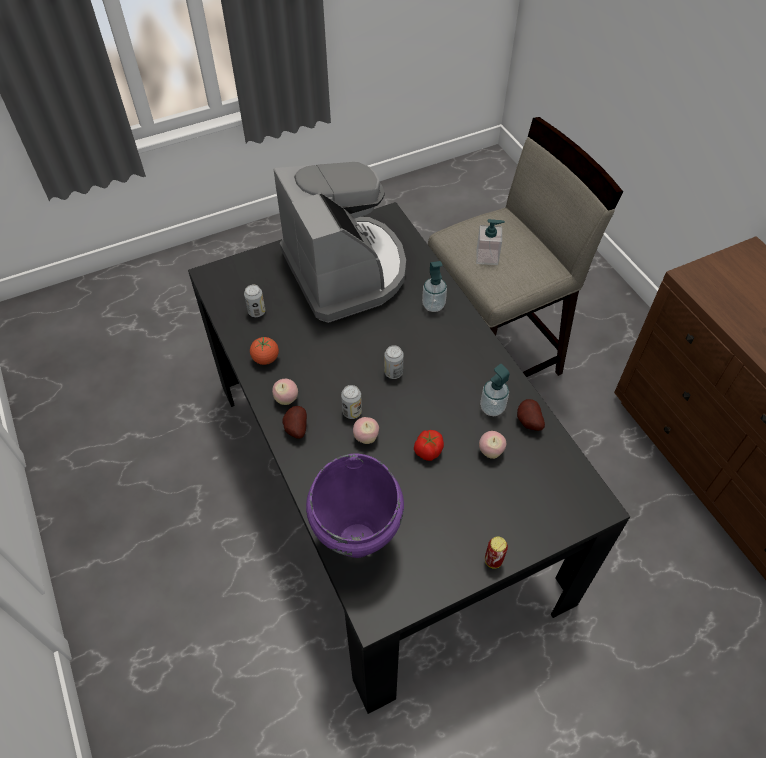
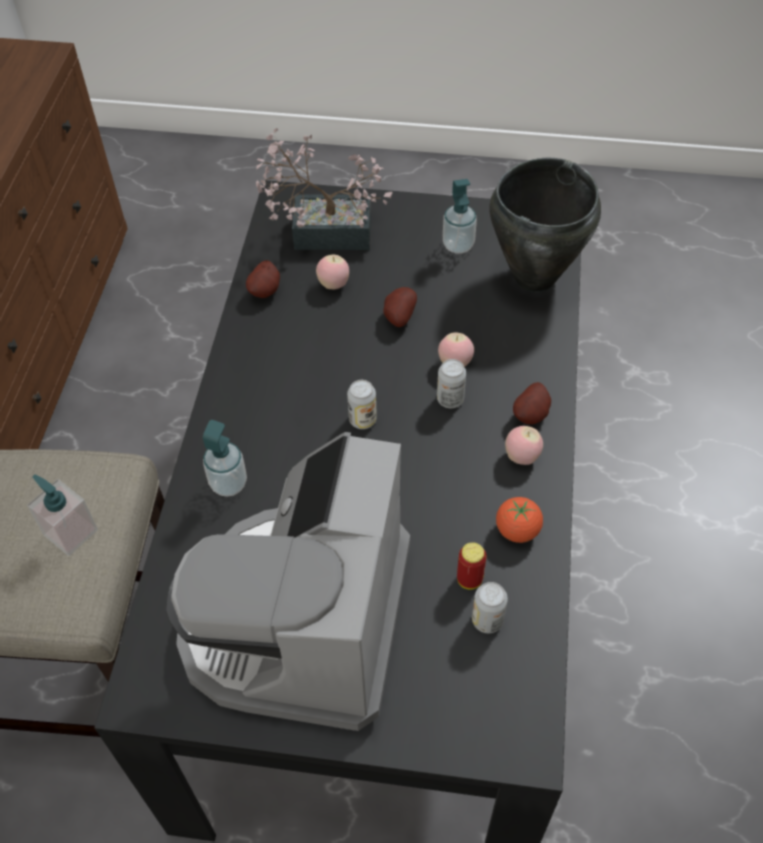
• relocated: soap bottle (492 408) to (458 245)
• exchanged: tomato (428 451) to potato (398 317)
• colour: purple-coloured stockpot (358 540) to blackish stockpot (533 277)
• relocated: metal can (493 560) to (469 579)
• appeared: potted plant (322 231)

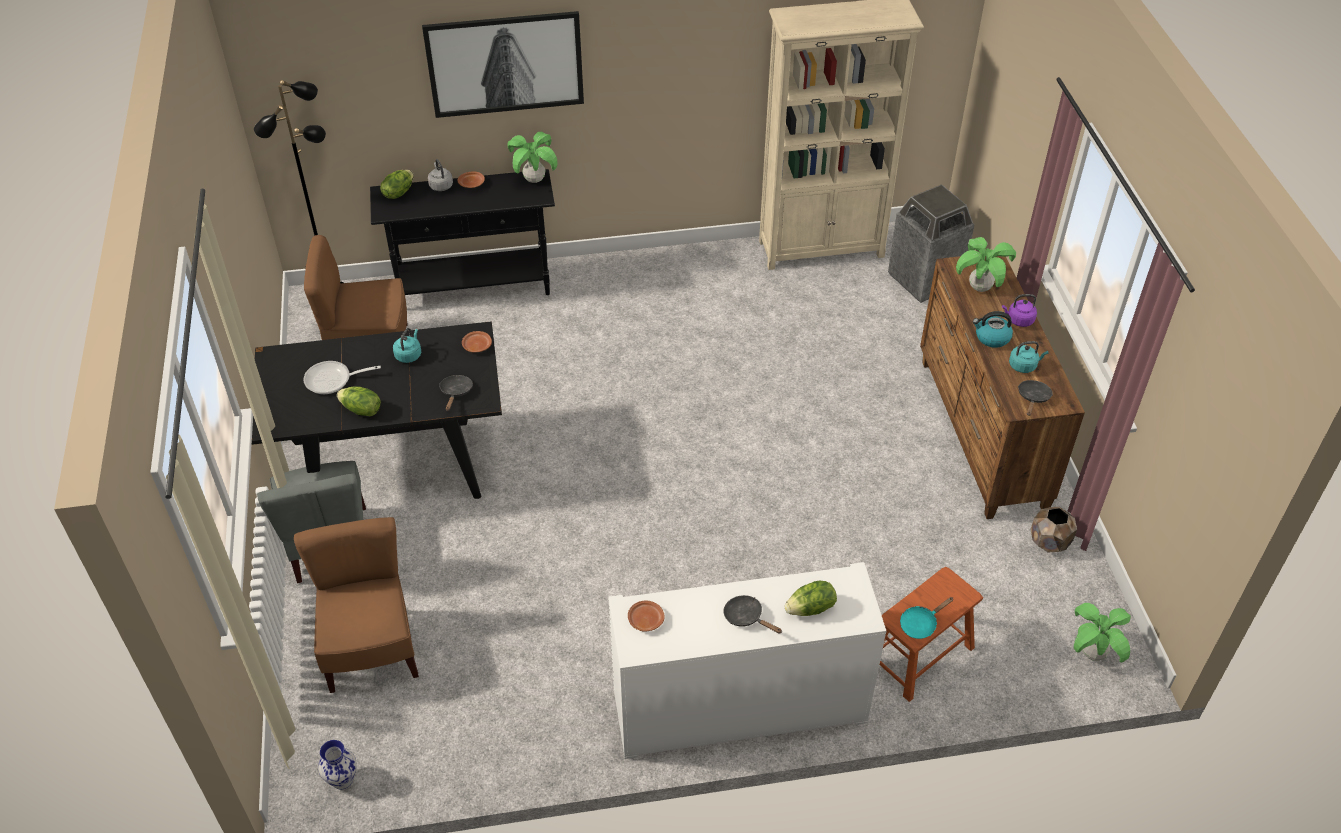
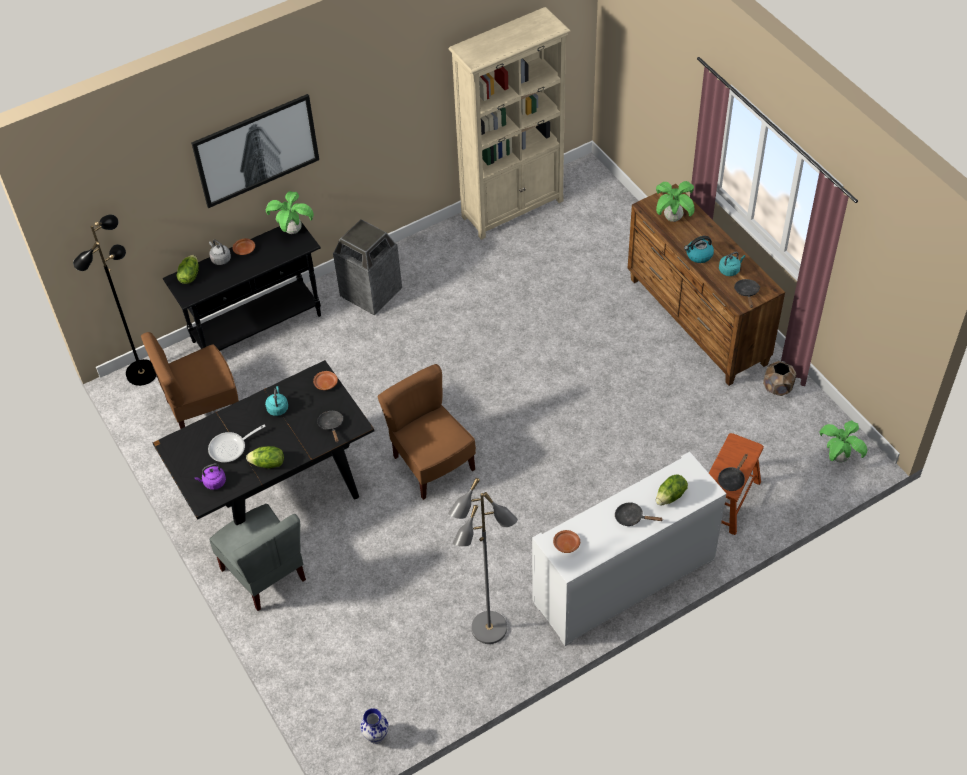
• relocated: trash can (924 280) to (371 293)
• relocated: purple-coloured water kettle (1018 320) to (213 482)
• relocated: brown chair (371 649) to (432 464)
• colour: turquoise pan (921 624) to blackish pan (732 479)
• appeared: gray standing lamp (489 629)

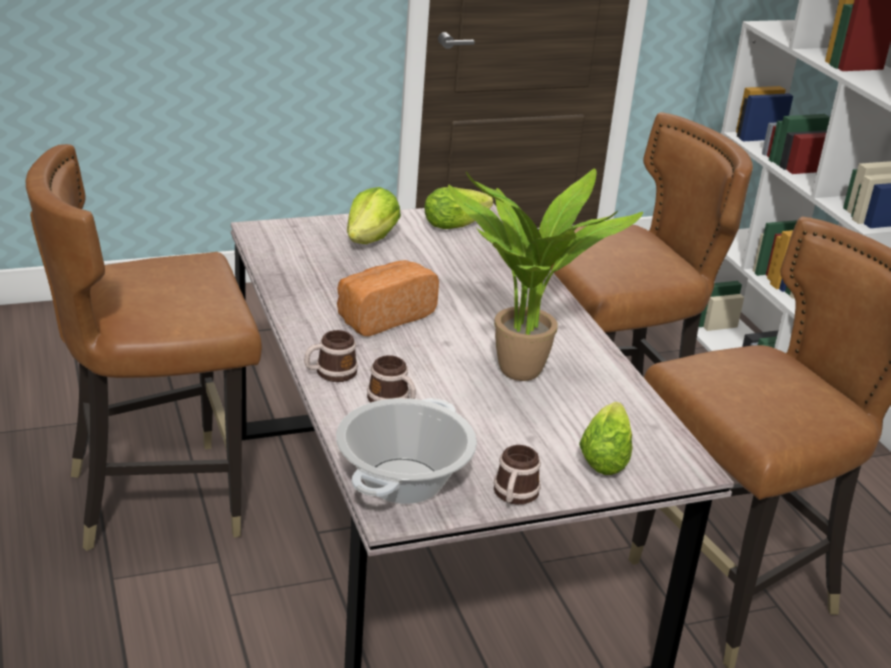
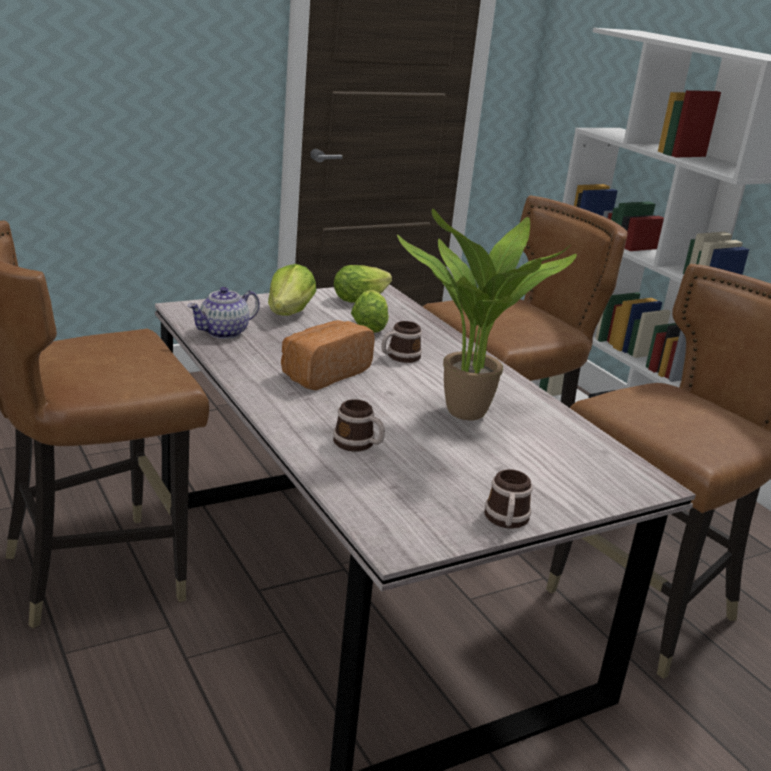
• relocated: tea mug (330 373) to (399 357)
• missing: stockpot (404 481)
• relocated: lettuce (606 453) to (370 324)
• appeared: tea pot (223 333)

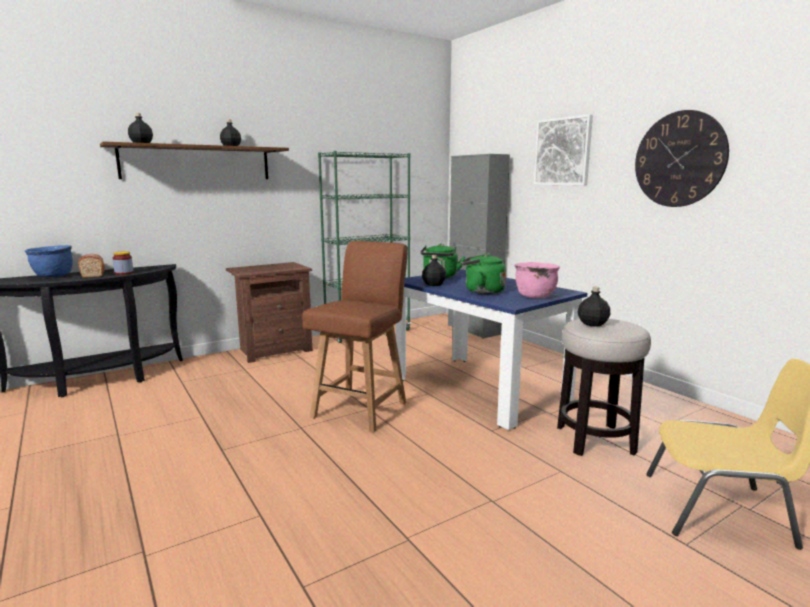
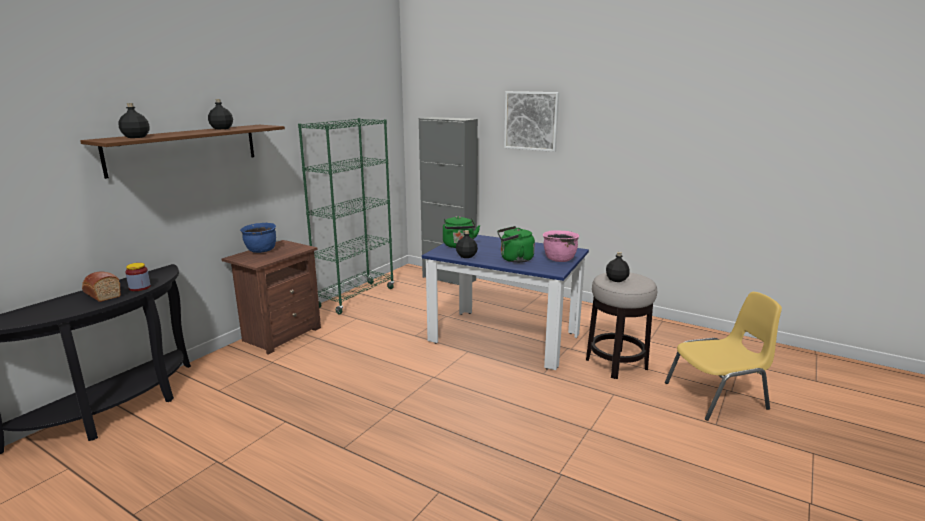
• missing: clock on the wall (679 159)
• missing: brown chair (361 409)
• relocated: blue-coloured stockpot (53 276) to (261 251)

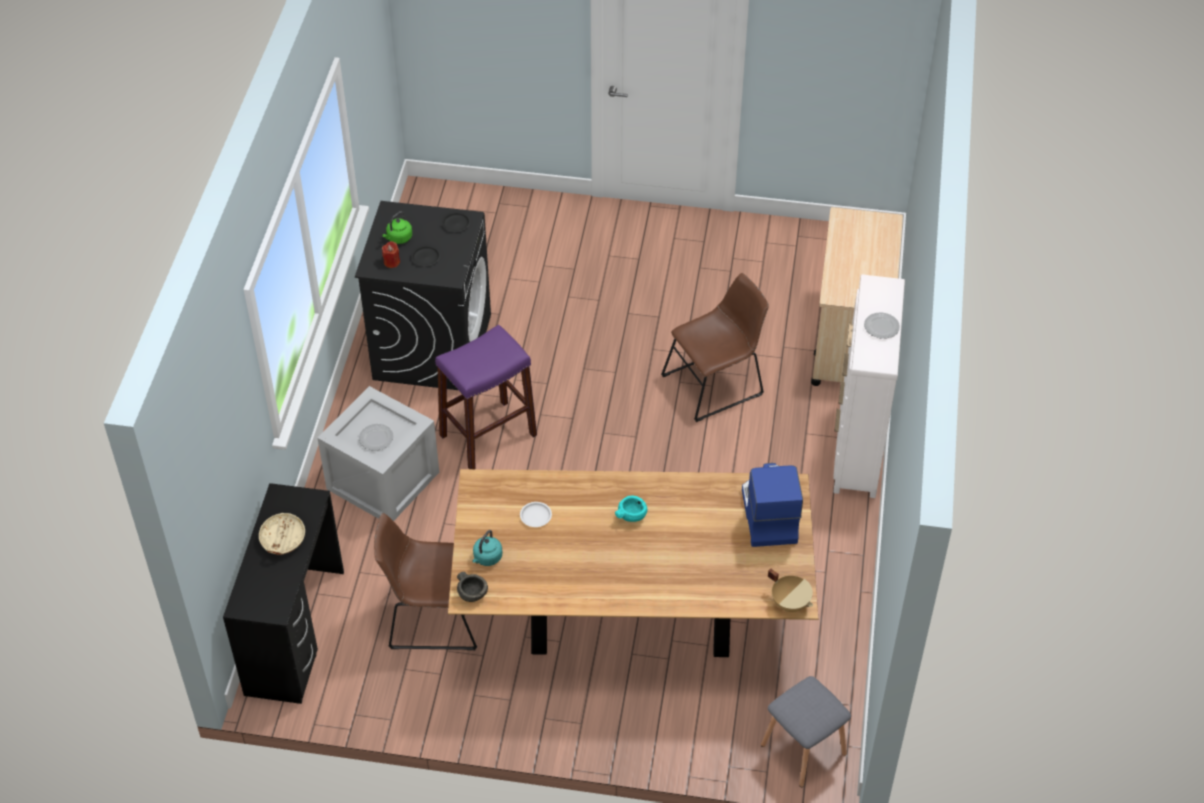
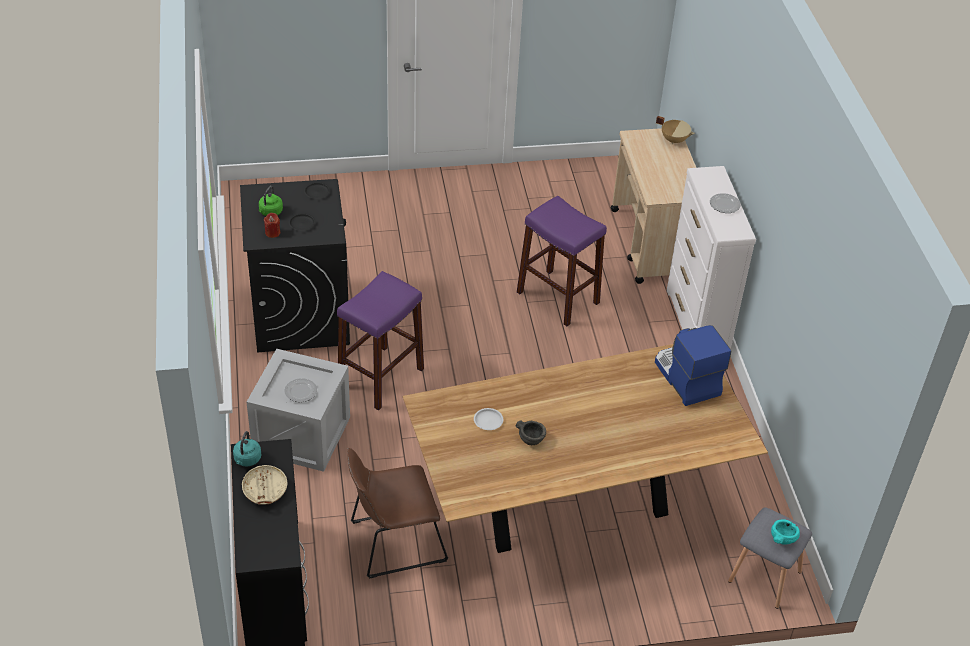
• exchanged: brown chair (716 384) to purple-coloured sitting stool (558 297)
• relocated: turquoise serving bowl (631 515) to (782 538)
• relocated: turquoise water kettle (487 558) to (247 460)
• relocated: beige stockpot (790 603) to (674 140)
• relocated: gray serving bowl (473 594) to (531 439)

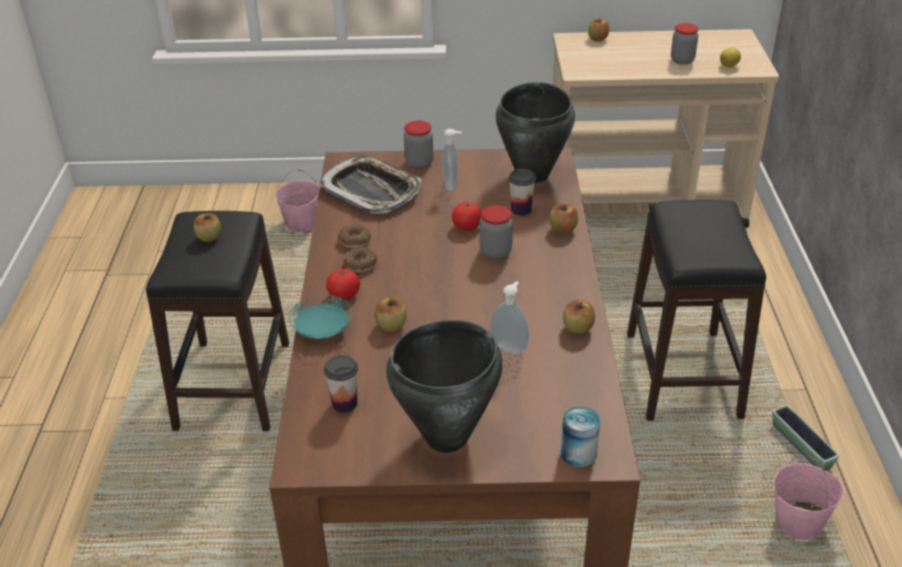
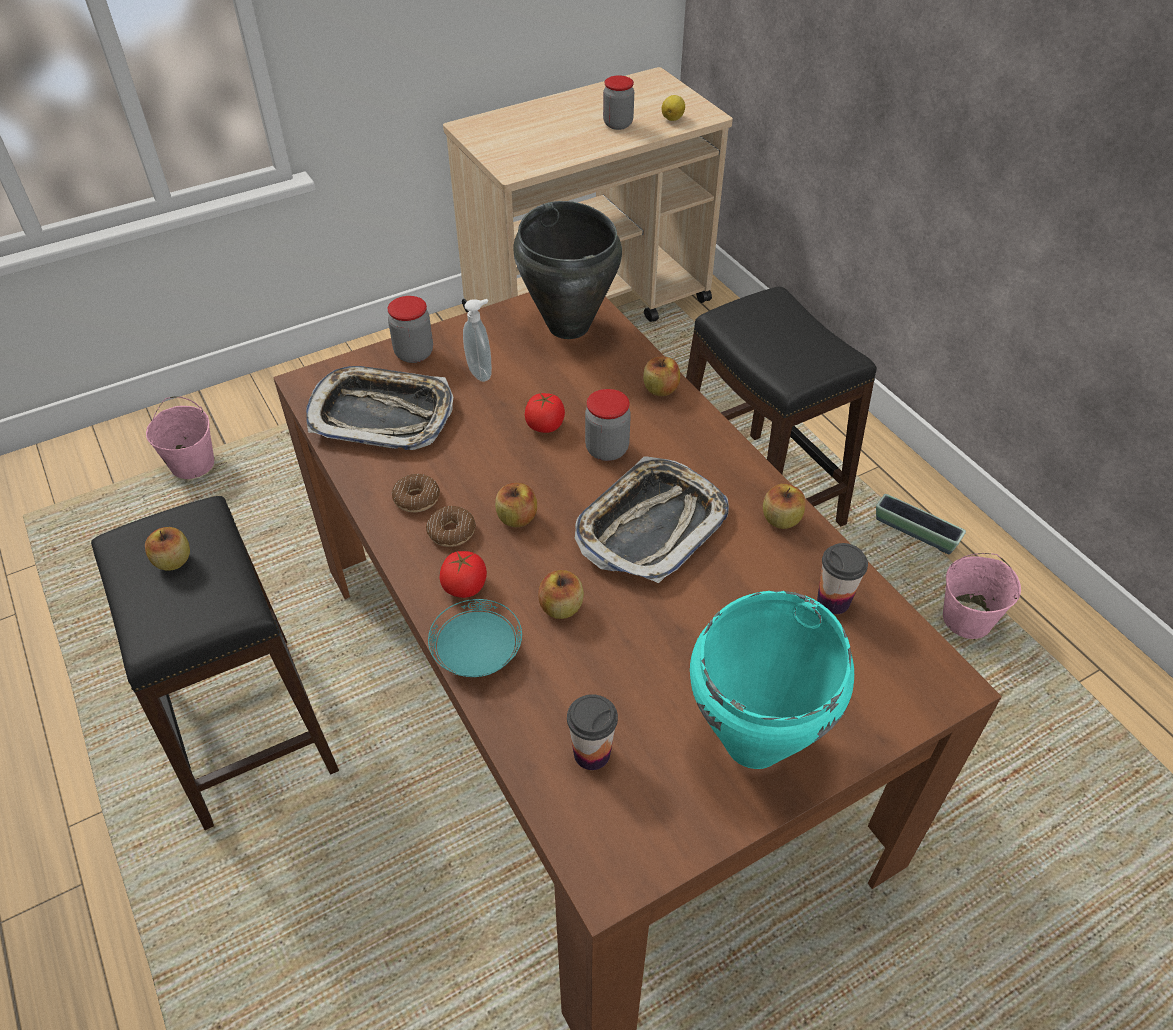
• relocated: apple fruit (598 39) to (517 518)
• relocated: small cup (521 210) to (833 601)
• missing: soap bottle (510 347)
• colour: blackish stockpot (447 437) to turquoise stockpot (755 742)
• missing: metal can (578 453)
• appeared: tray (650 526)

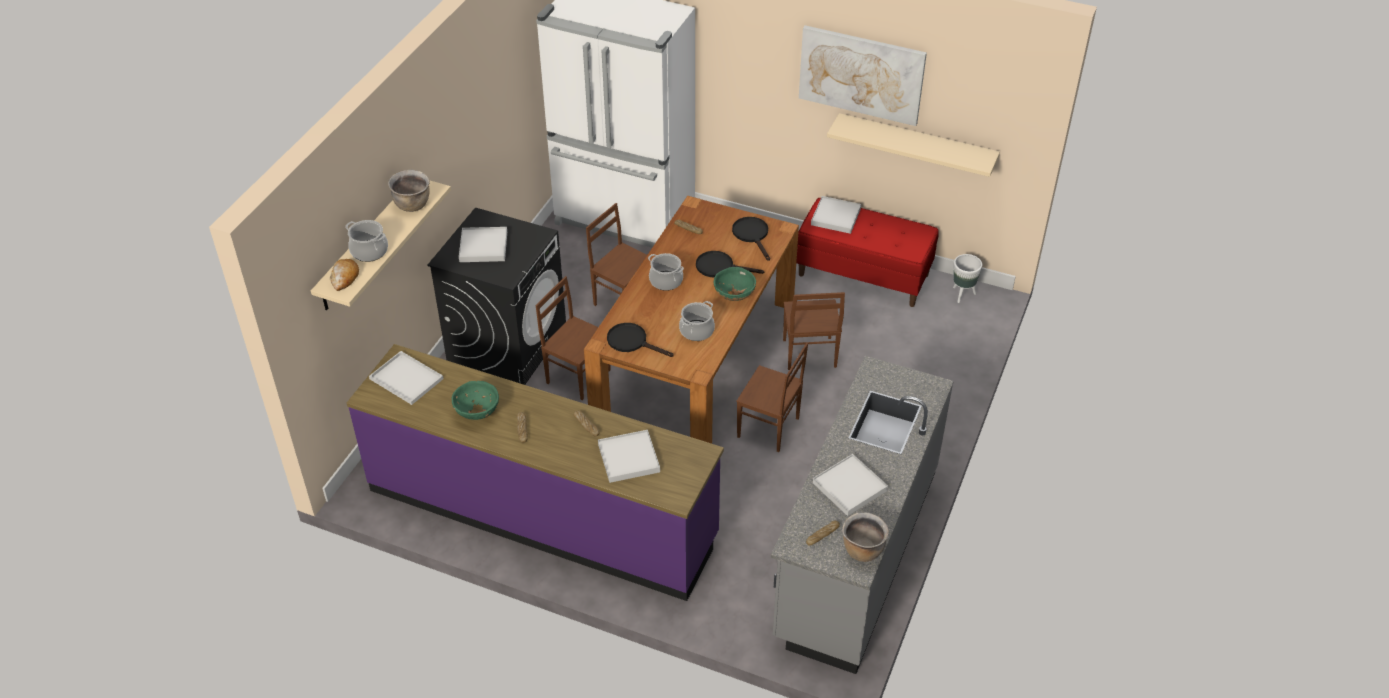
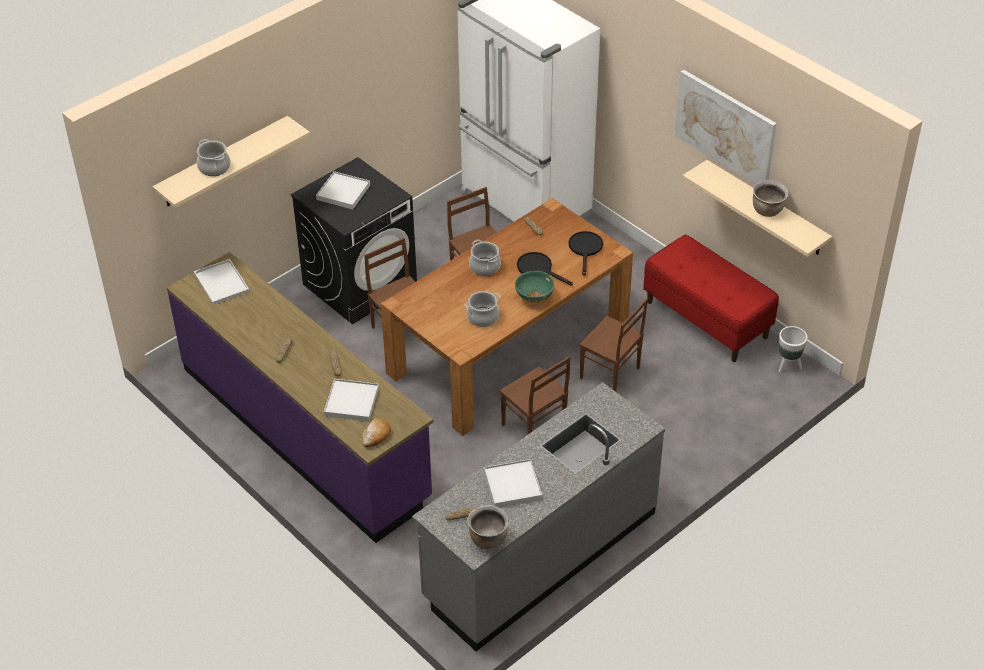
• relocated: brown stockpot (413 205) to (767 210)
• missing: white-coloured tray (836 217)
• relocated: bakery bread (344 278) to (376 436)
• spun: brown chair (808 354) = (610 374) 75 degrees counterclockwise
• missing: blackish pan (632 342)
• missing: green-coloured serving bowl (477 412)

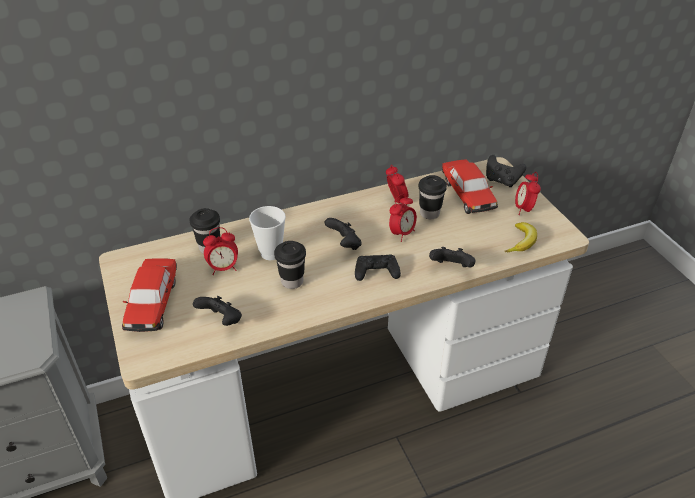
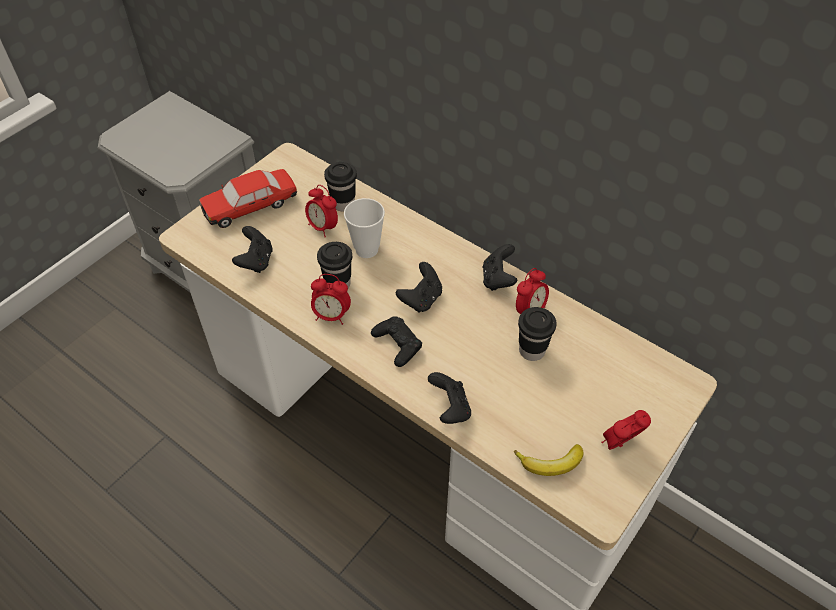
• relocated: blackish game controller (501 181) to (498 279)
• missing: model car (467 194)
• relocated: table clock (402 233) to (331 316)

